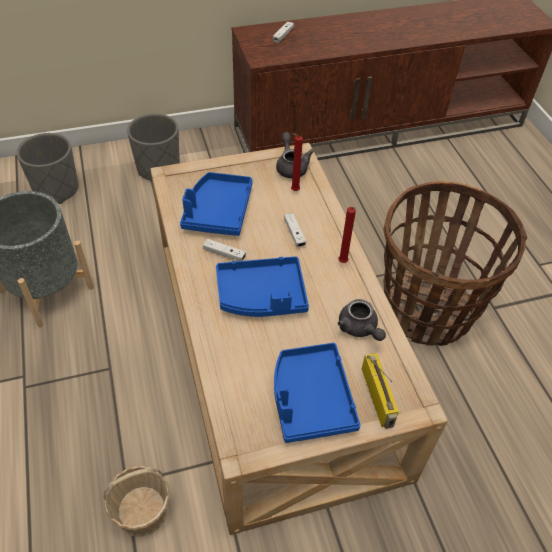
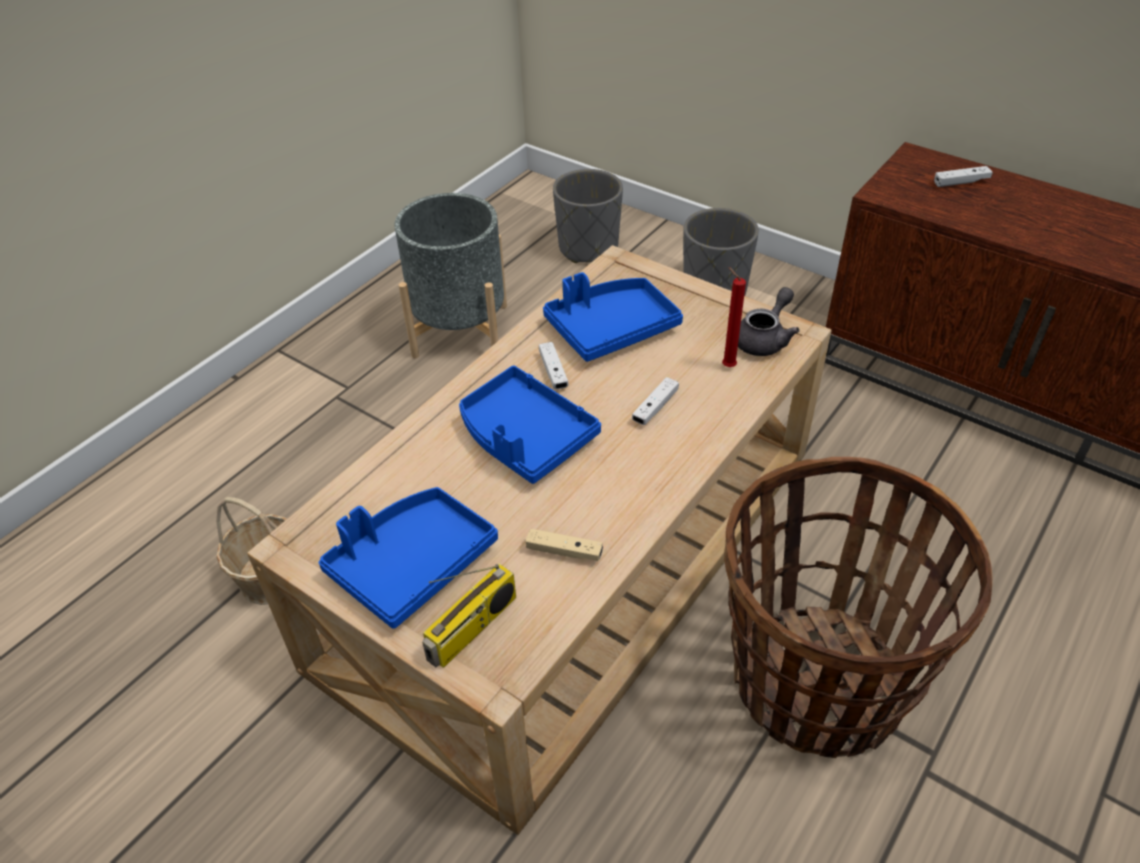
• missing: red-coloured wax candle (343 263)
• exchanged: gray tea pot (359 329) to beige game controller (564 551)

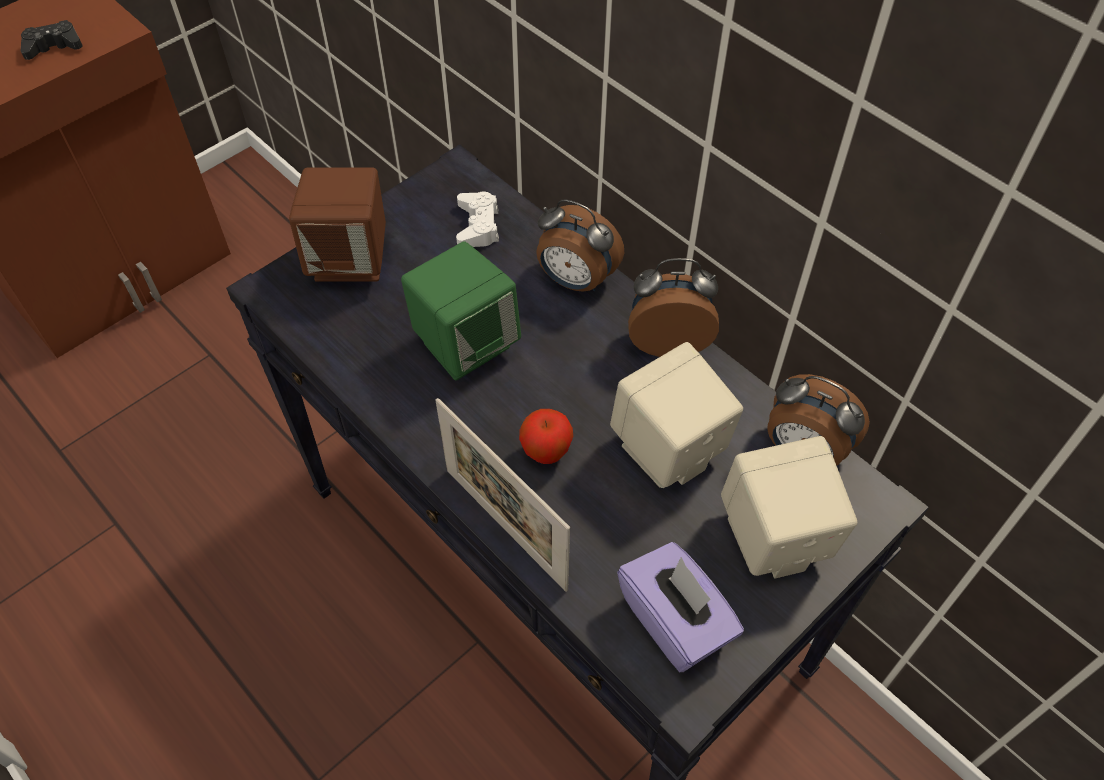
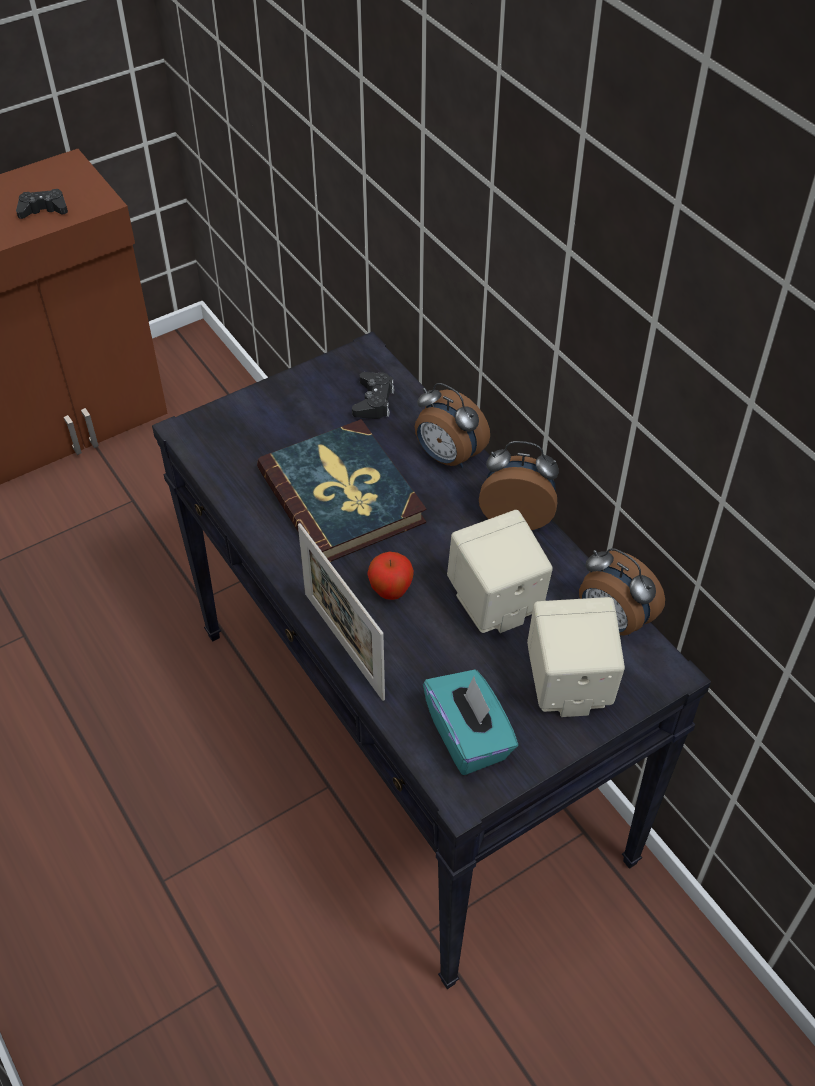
• missing: brown audio speaker (350 259)
• colour: white-coloured game controller (478 225) to blackish game controller (374 401)
• exchanged: green-coloured audio speaker (466 344) to volume (342 496)
• colour: purple-coloured box of tissues (675 621) to turquoise box of tissues (469 737)

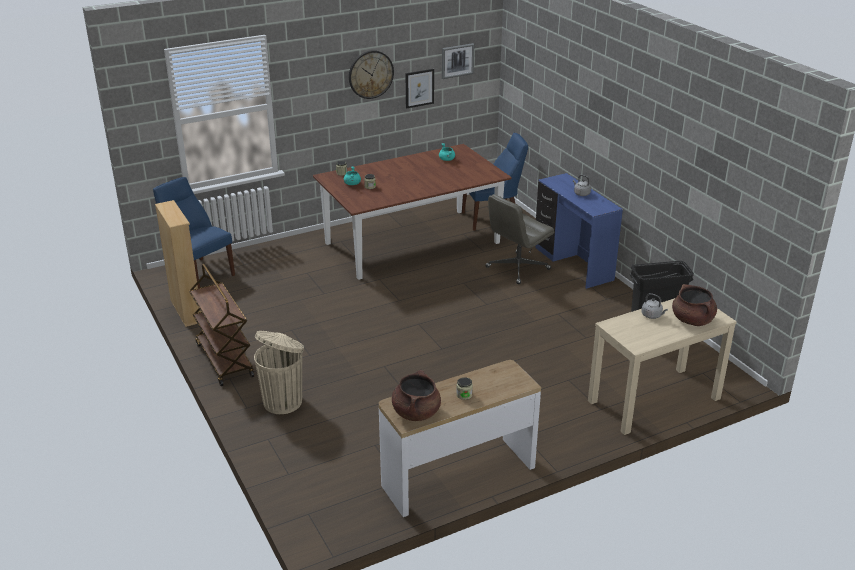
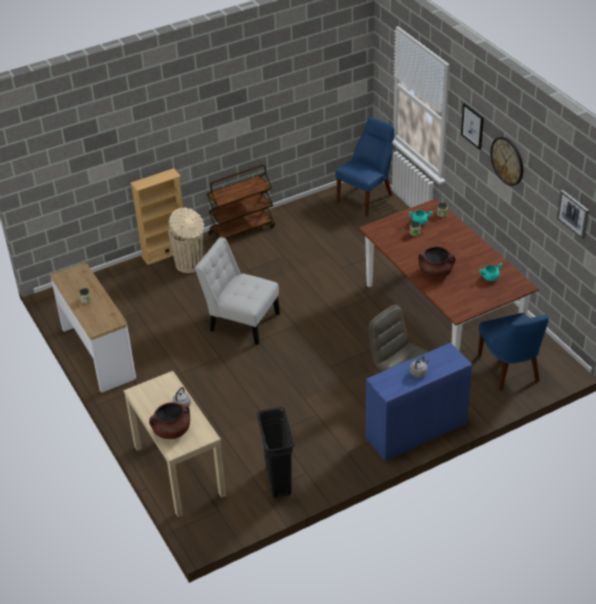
• relocated: wall picture (419 88) to (472 126)
• relocated: beige shelving unit (186 311) to (165 253)
• relocated: brown stockpot (416 412) to (435 272)
• appeared: white-coloured chair (241 320)

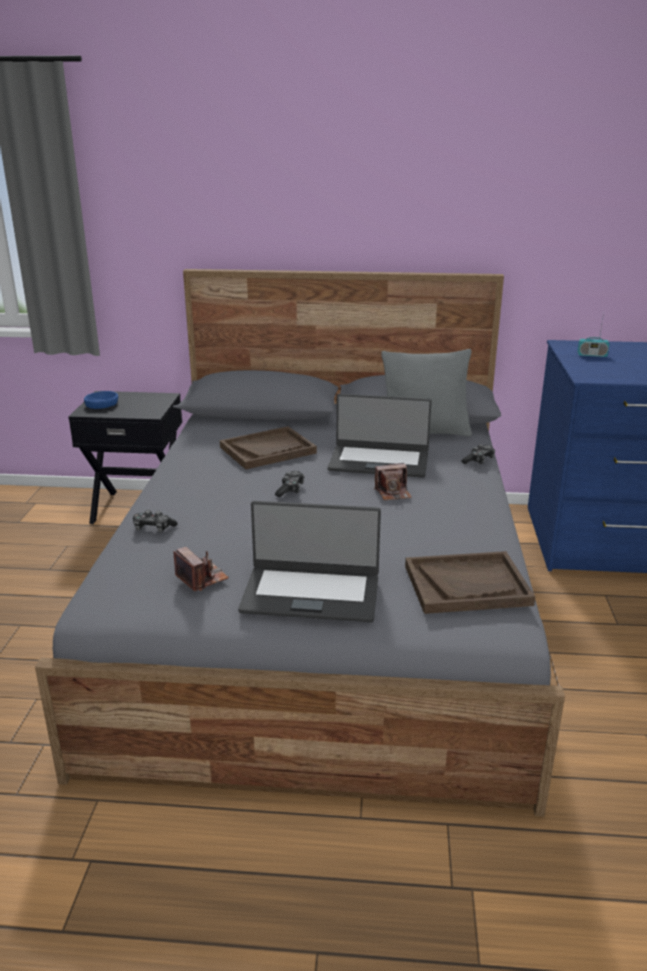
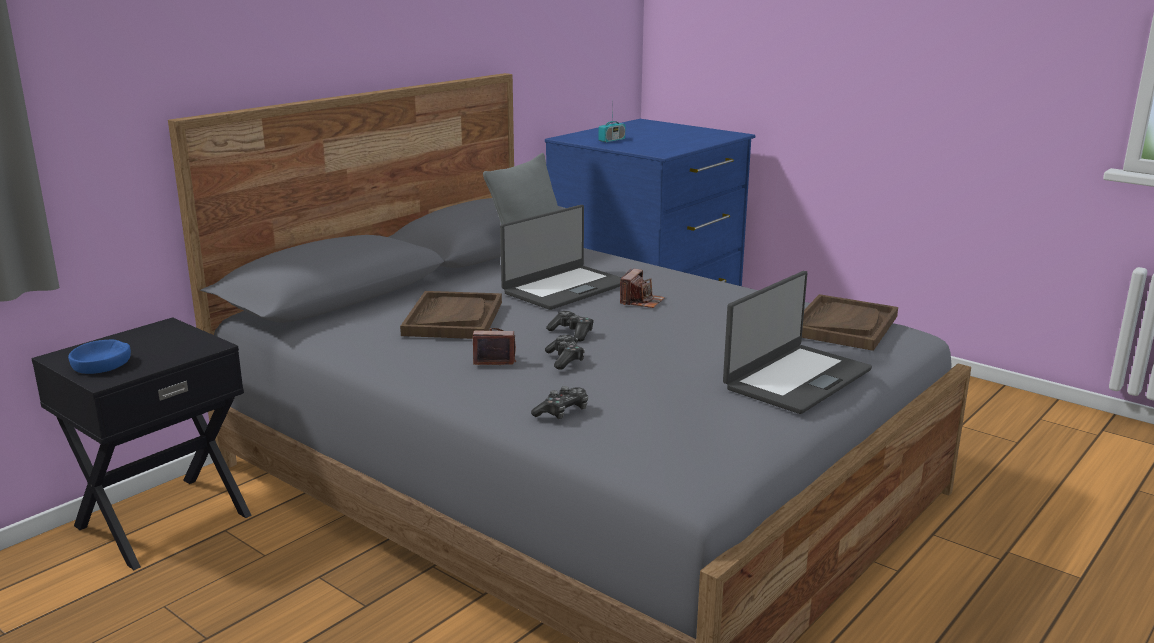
• relocated: game controller (479 460) to (565 359)
• relocated: photo camera (202 578) to (494 358)

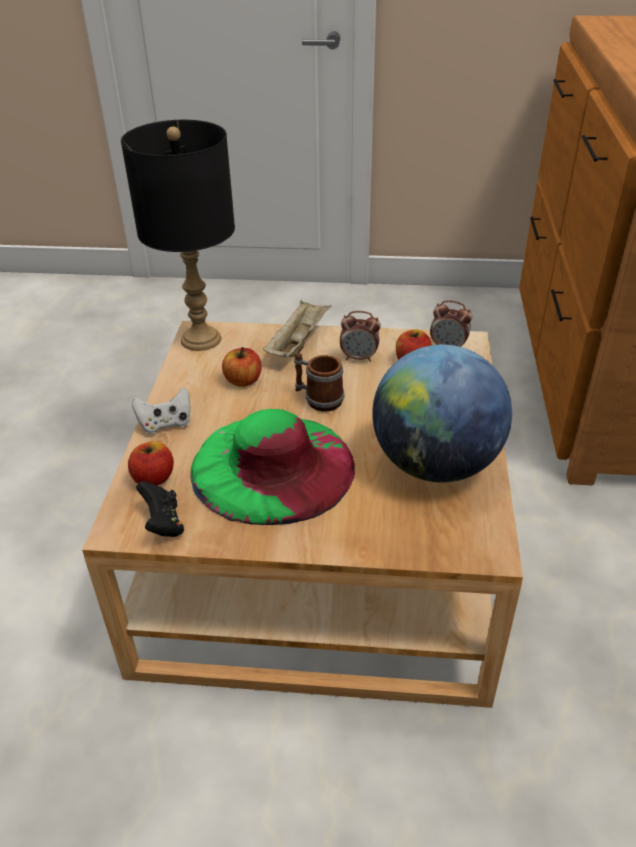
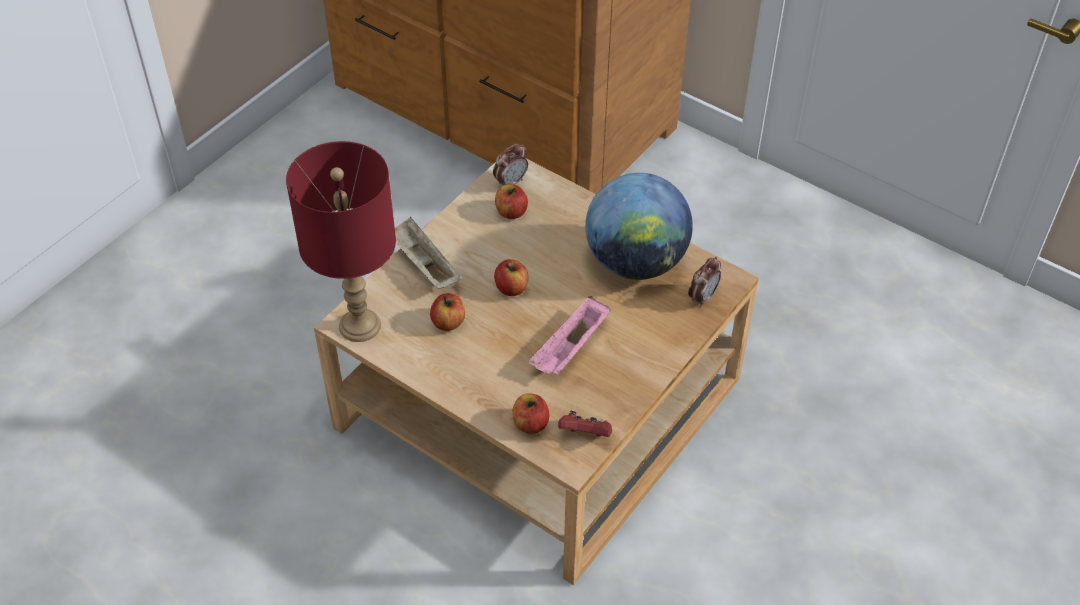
• colour: blackish table lamp (200 339) to red-coloured table lamp (359 326)
• relocated: table clock (359 358) to (702 297)
• exchanged: tea mug (318 399) to apple fruit (511 288)
• missing: white-coloured game controller (165 424)
• exchanged: green-coloured hat (272 466) to pink-coloured tray (570 349)
• colour: blackish game controller (163 523) to red-coloured game controller (585 434)

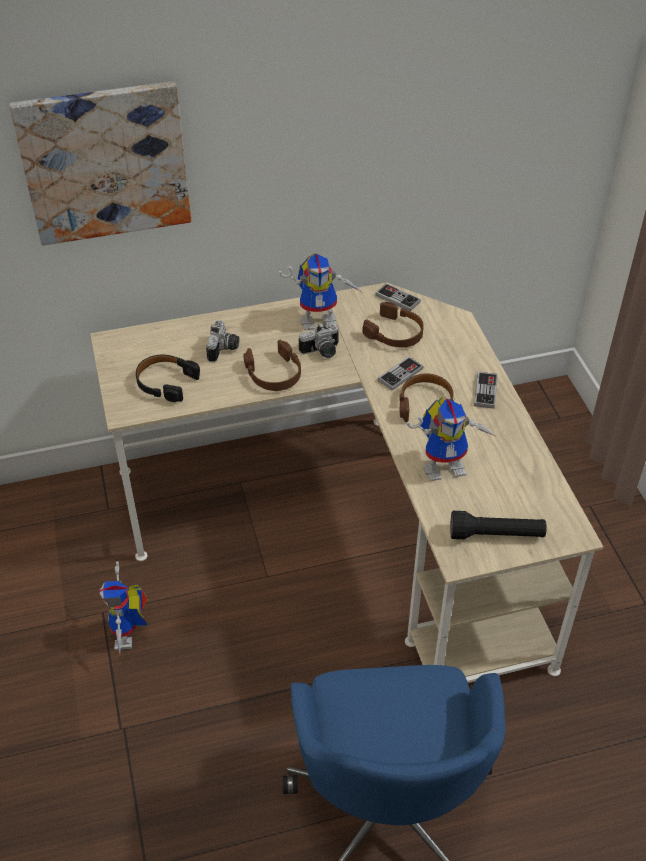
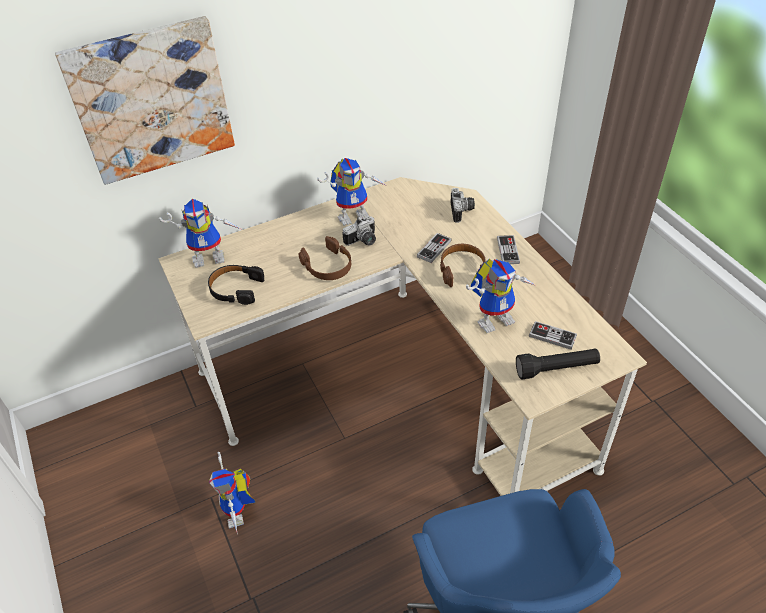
• relocated: game controller (397 298) to (552 336)
• missing: brown headset (395 333)
• relocated: photo camera (224 349) to (462 211)
• appeared: robot figure (211 256)

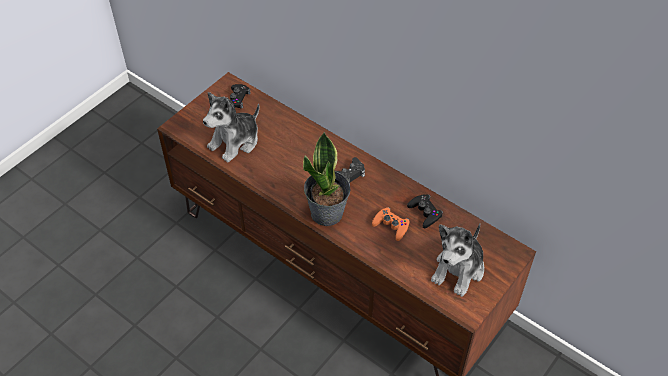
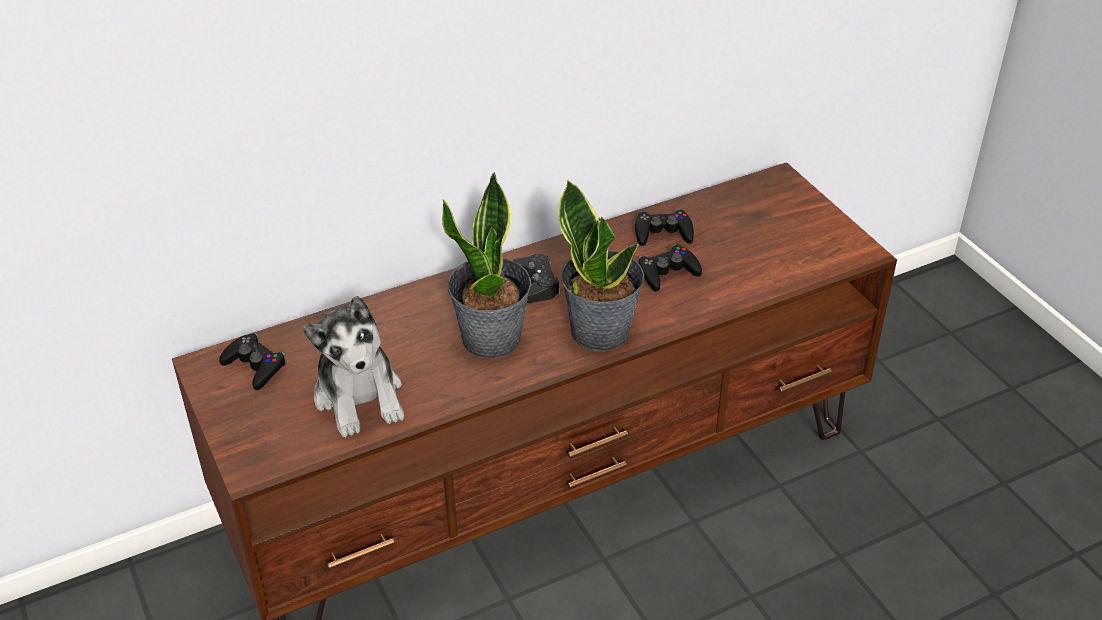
• colour: orange game controller (391 226) to blackish game controller (667 273)
• missing: soft toy (459 269)
• appeared: potted plant (492 339)

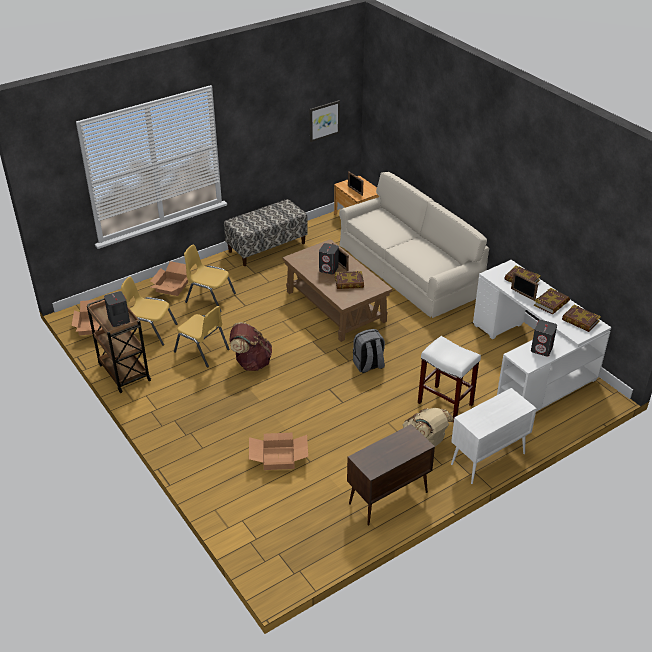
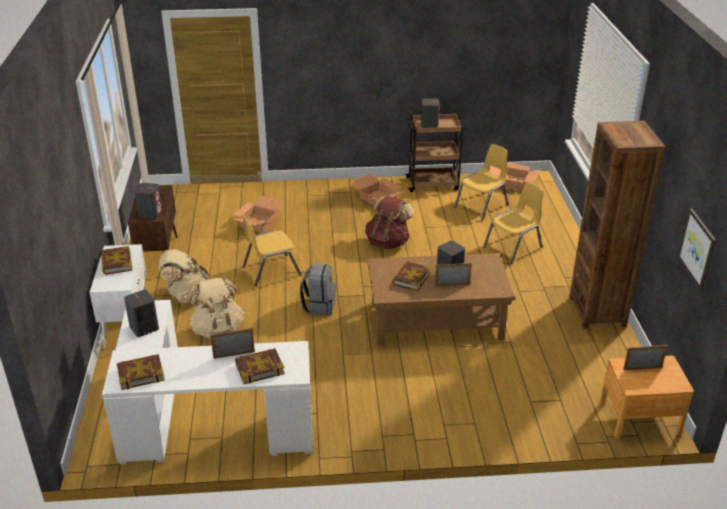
• missing: beige settee (409 269)
• exchanged: bench (267 247) to brown shelving unit (597 311)
• relocated: carton (171 286) to (379 198)
• relocated: volume (551 304) to (116 263)
• relocated: yellow-coloured chair (202 350) to (271 270)
• exchanged: white-coloured sitting stool (444 403) to beige knapsack (218 330)
• appeared: gray audio speaker (150 213)

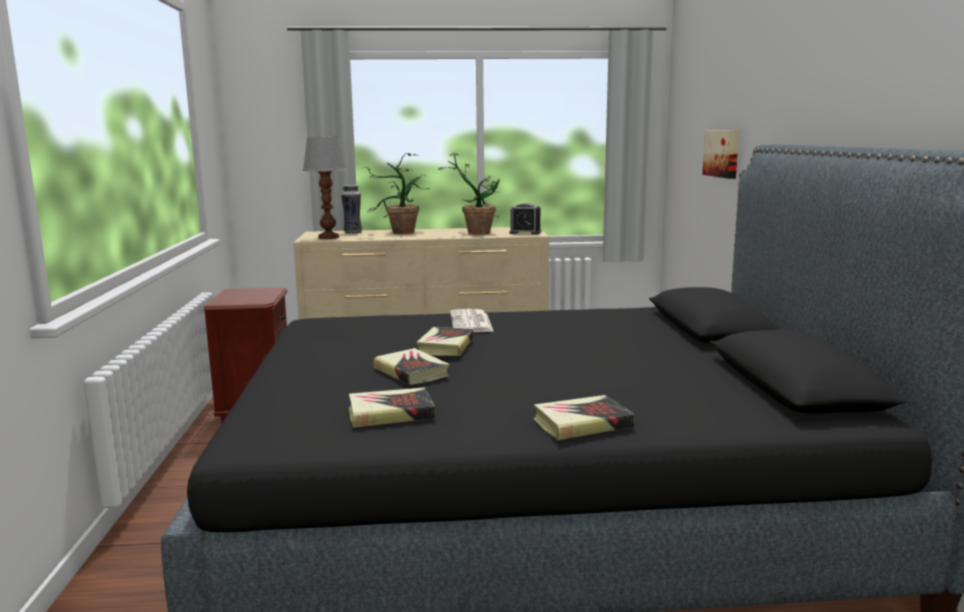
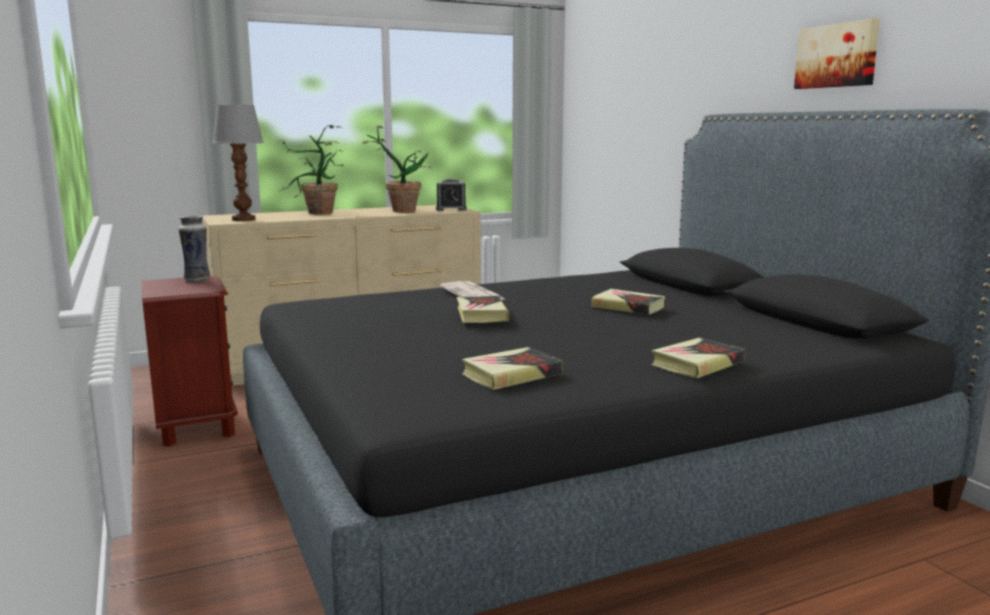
• relocated: wall picture (723 153) to (837 56)
• relocated: flower vase (353 232) to (197 280)
• relocated: volume (411 372) to (628 307)

